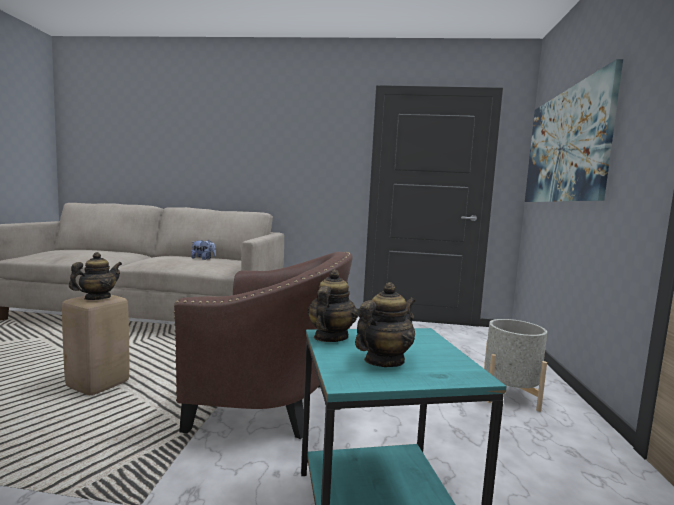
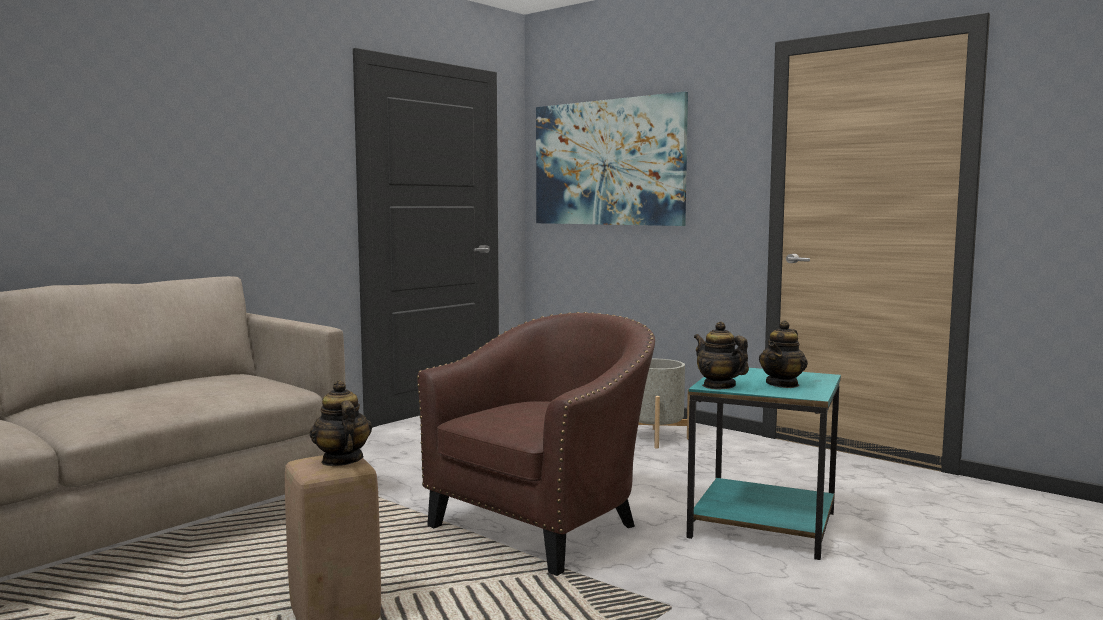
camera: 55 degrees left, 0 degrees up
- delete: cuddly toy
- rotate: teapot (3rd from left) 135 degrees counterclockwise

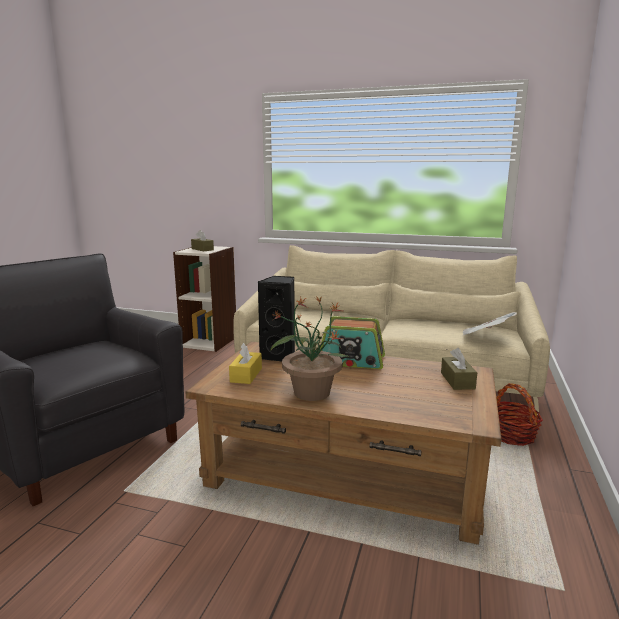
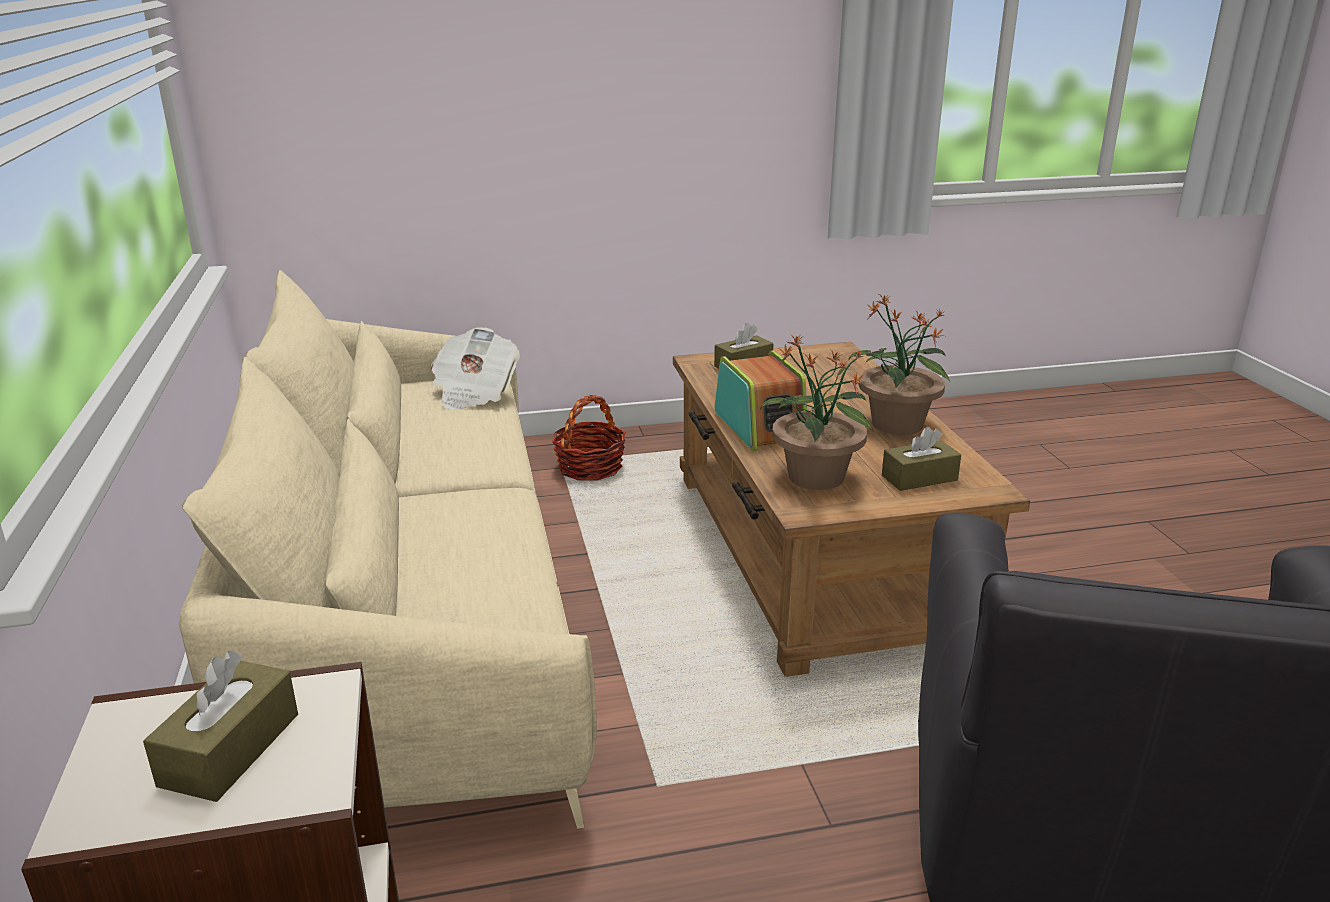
camera: 120 degrees left, 10 degrees up
- recolor: yellow tissue box to brown-coloured tissue box (3rd from left)
- replace: black audio speaker to plant in a pot (1st from left)

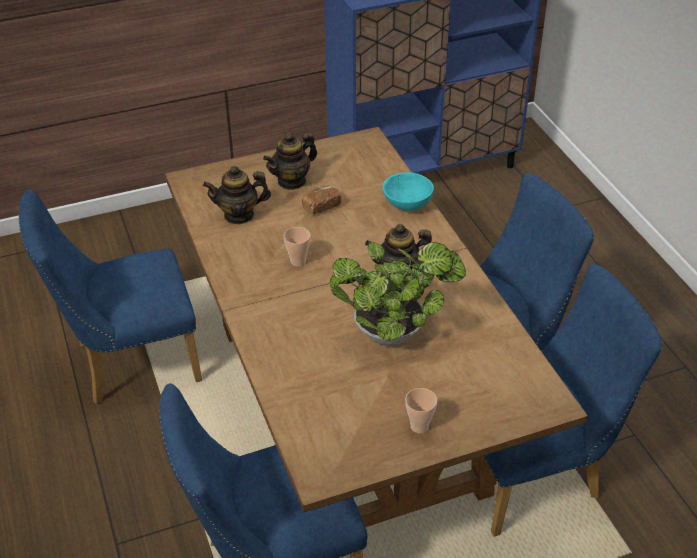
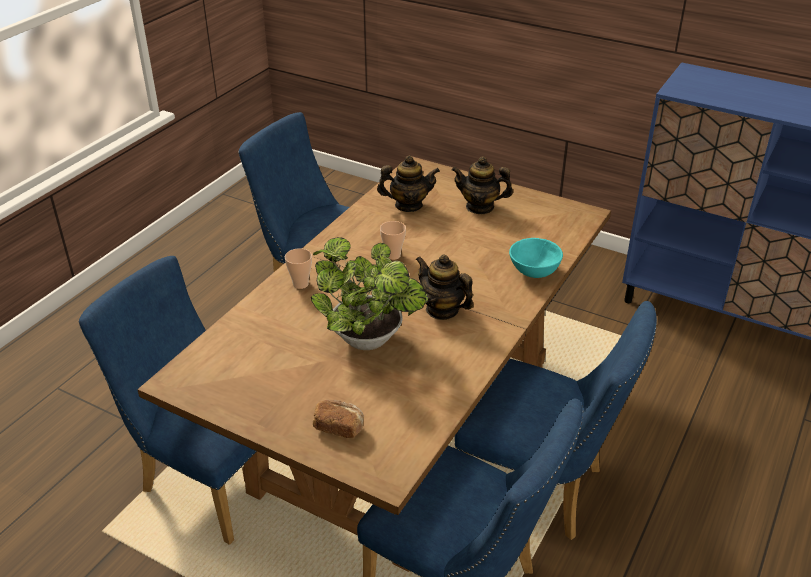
camera: 50 degrees right, 5 degrees down
- rotate: teapot (1st from left) 135 degrees clockwise
- move: bread
- move: drinking cup (2nd from left in the first image) to drinking cup (1st from left)

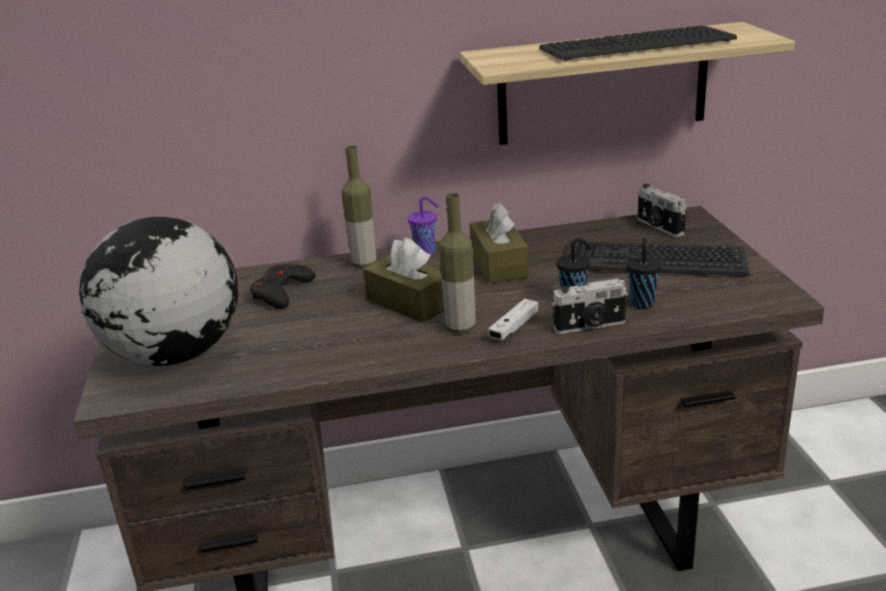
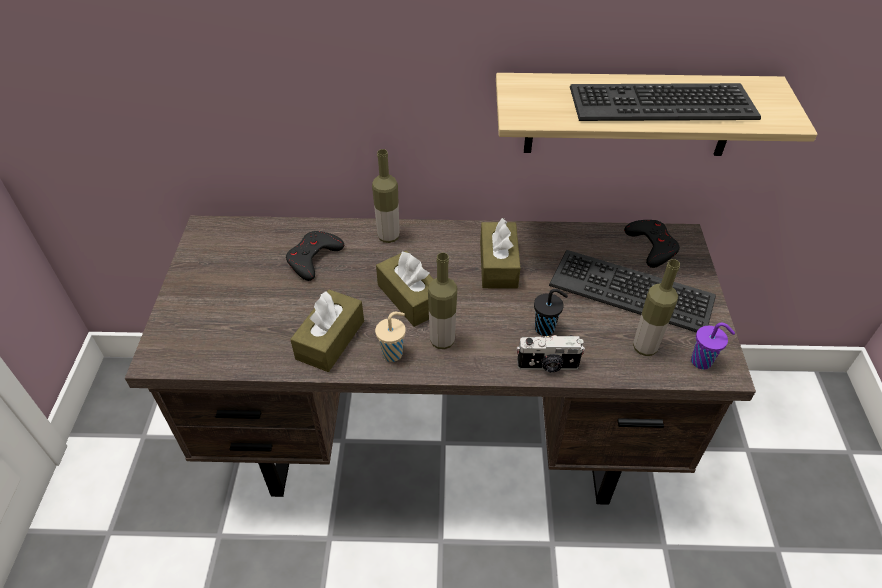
camera: 10 degrees right, 20 degrees up
- delete: desk globe
- move: purple-coloured drinking cup
- delete: white game controller
- delete: black drinking cup (2nd from left)
- replace: photo camera (2nd from left) to black game controller (2nd from left)
- insert: brown-coloured tissue box (1st from left)
- insert: sand-coloured drinking cup
- insert: drink bottle (3rd from left)

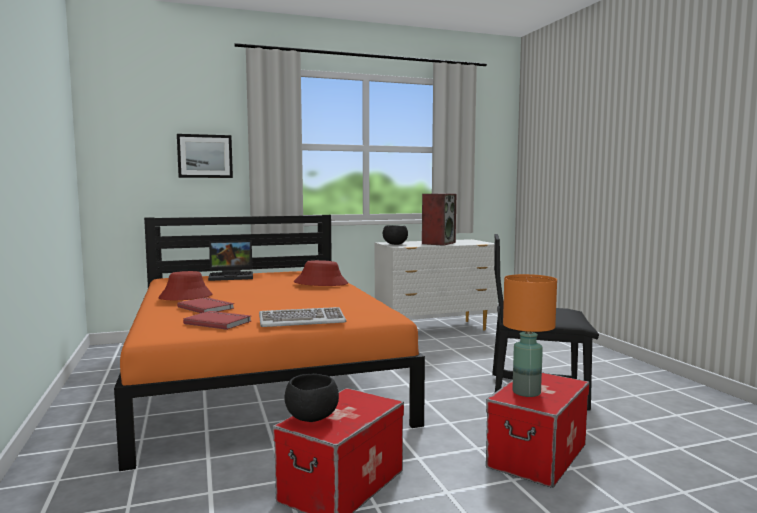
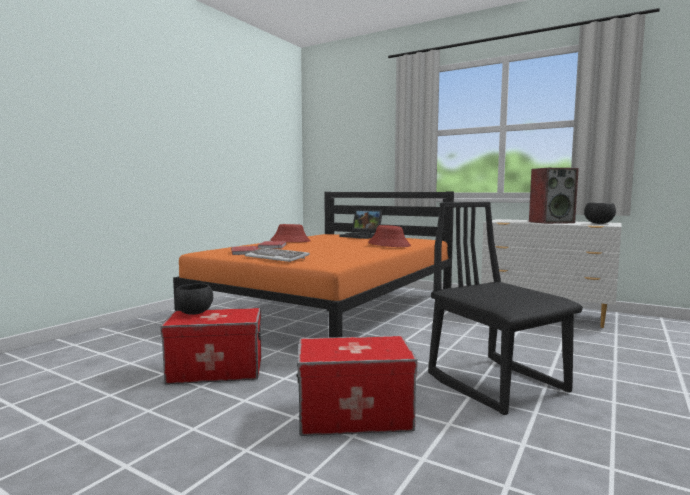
camera: 50 degrees right, 0 degrees up
- delete: wall art
- move: black serving bowl (2nd from left)
- delete: orange tabletop lamp

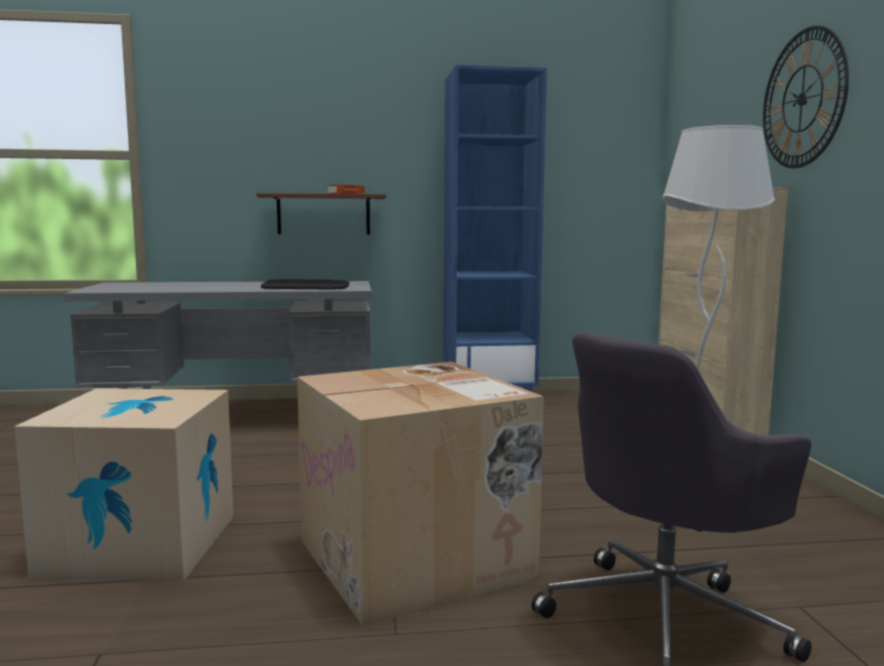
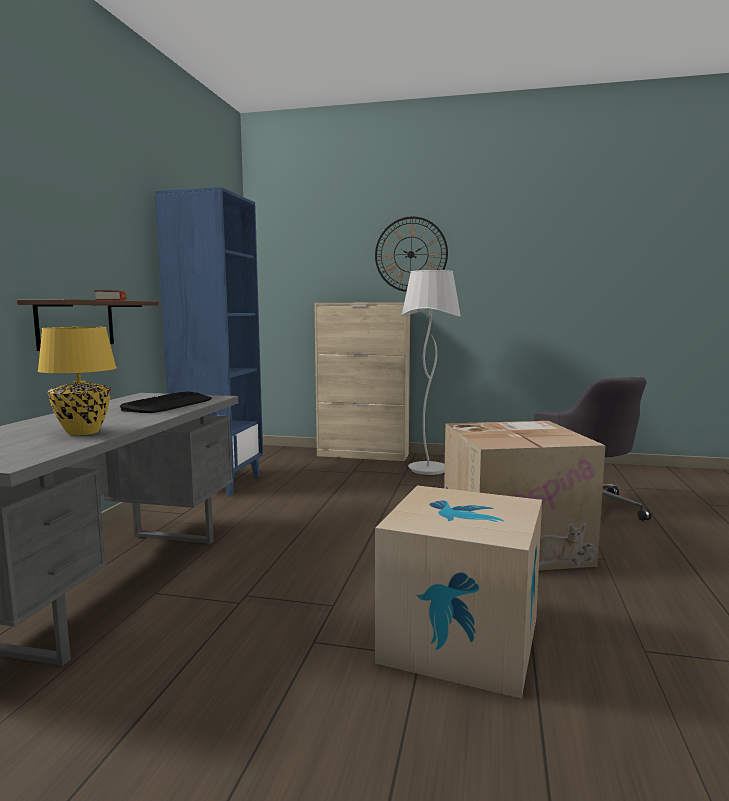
camera: 70 degrees left, 0 degrees up
- insert: yellow tabletop lamp

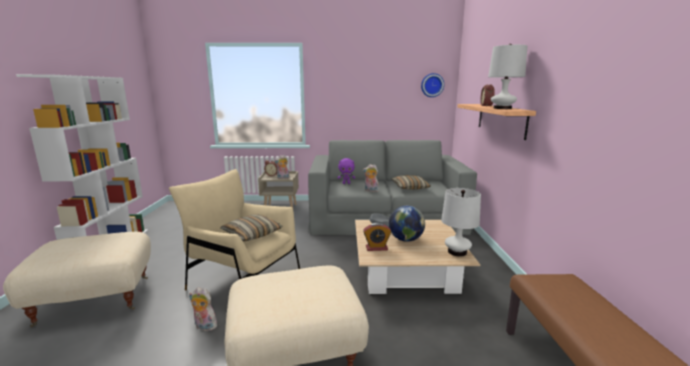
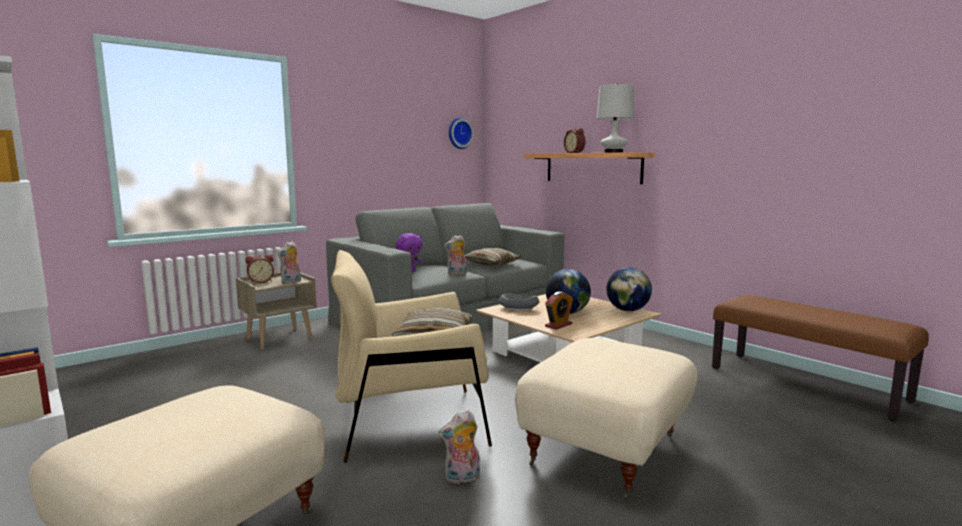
camera: 40 degrees left, 5 degrees down
- replace: white tabletop lamp (1st from left) to desk globe (2nd from left)

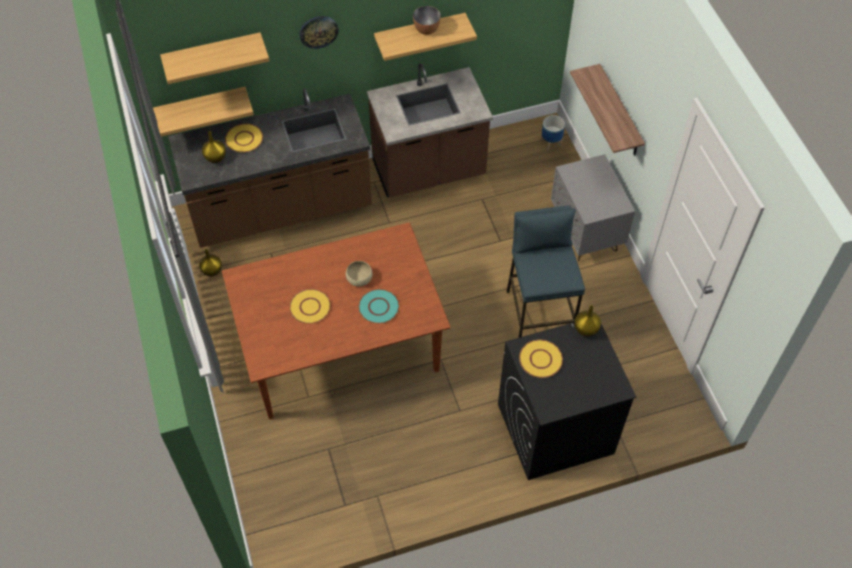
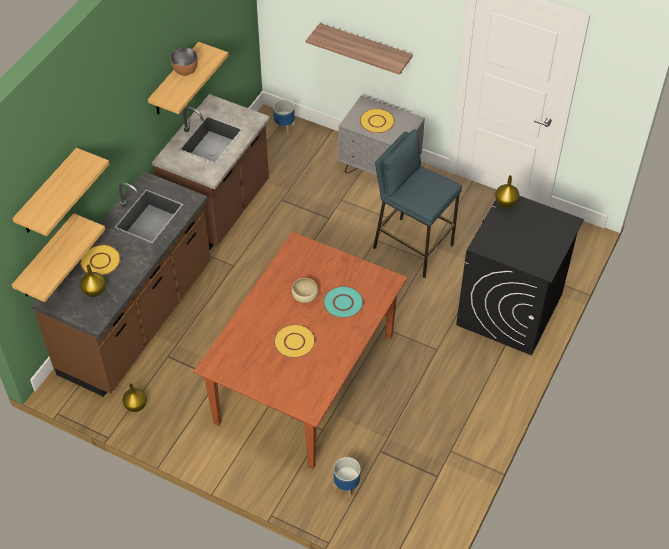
camera: 45 degrees left, 5 degrees down
- delete: wall clock
- move: yellow plate (3rd from left)
- insert: flower pot (2nd from left)

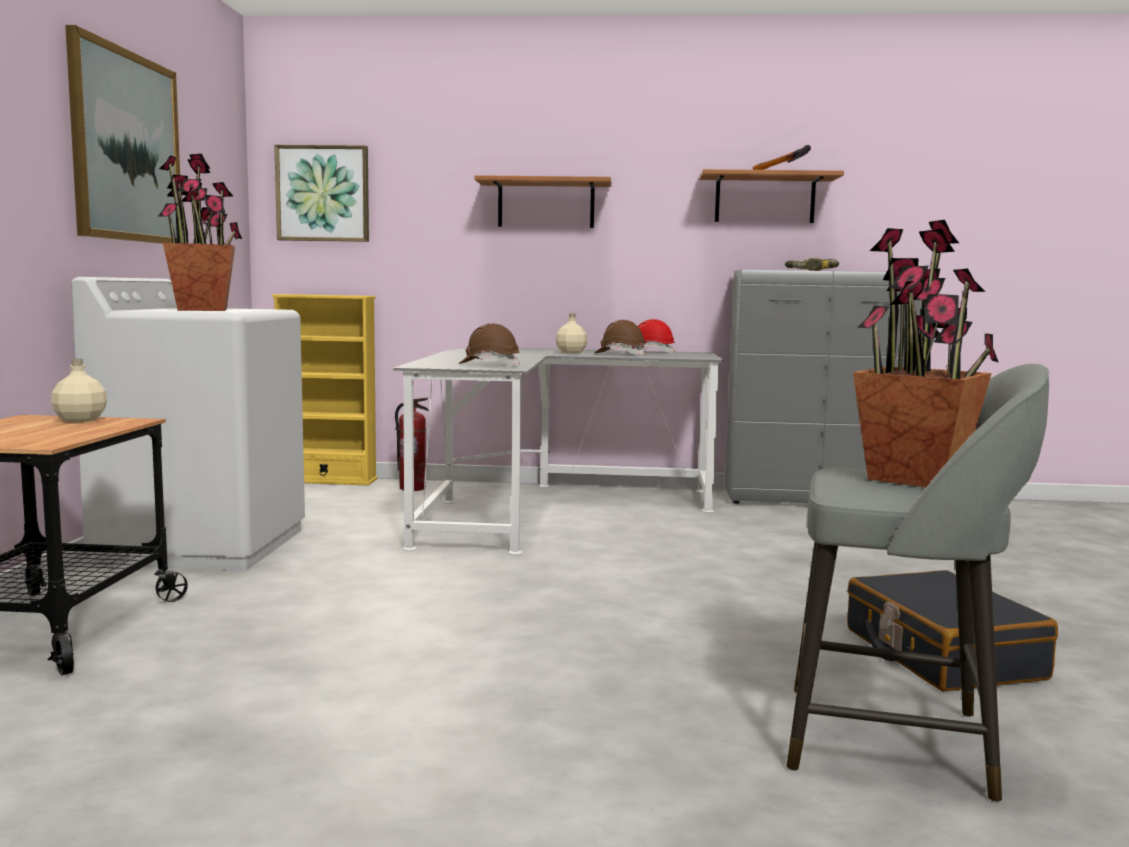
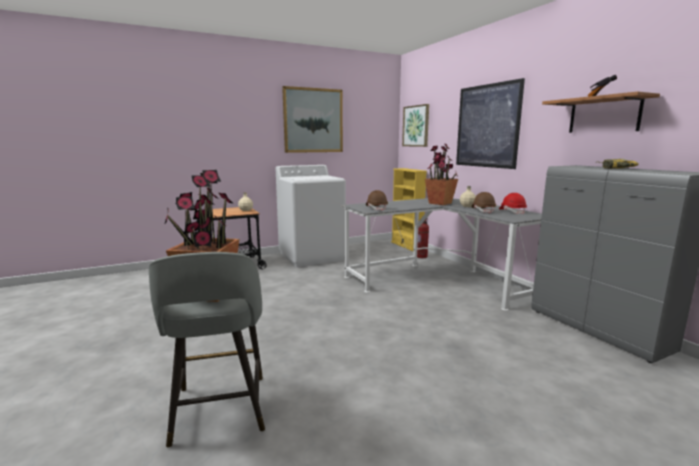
camera: 60 degrees right, 5 degrees up
- move: plant in a pot (1st from left in the first image) to plant in a pot (2nd from left)
- replace: shelf (1st from left) to wall art (3rd from left)
- delete: black suitcase

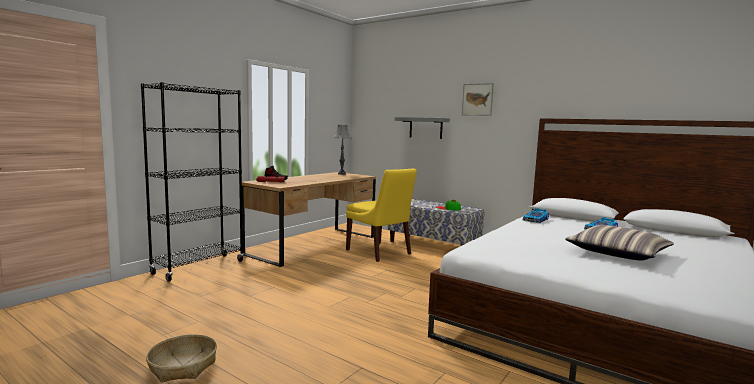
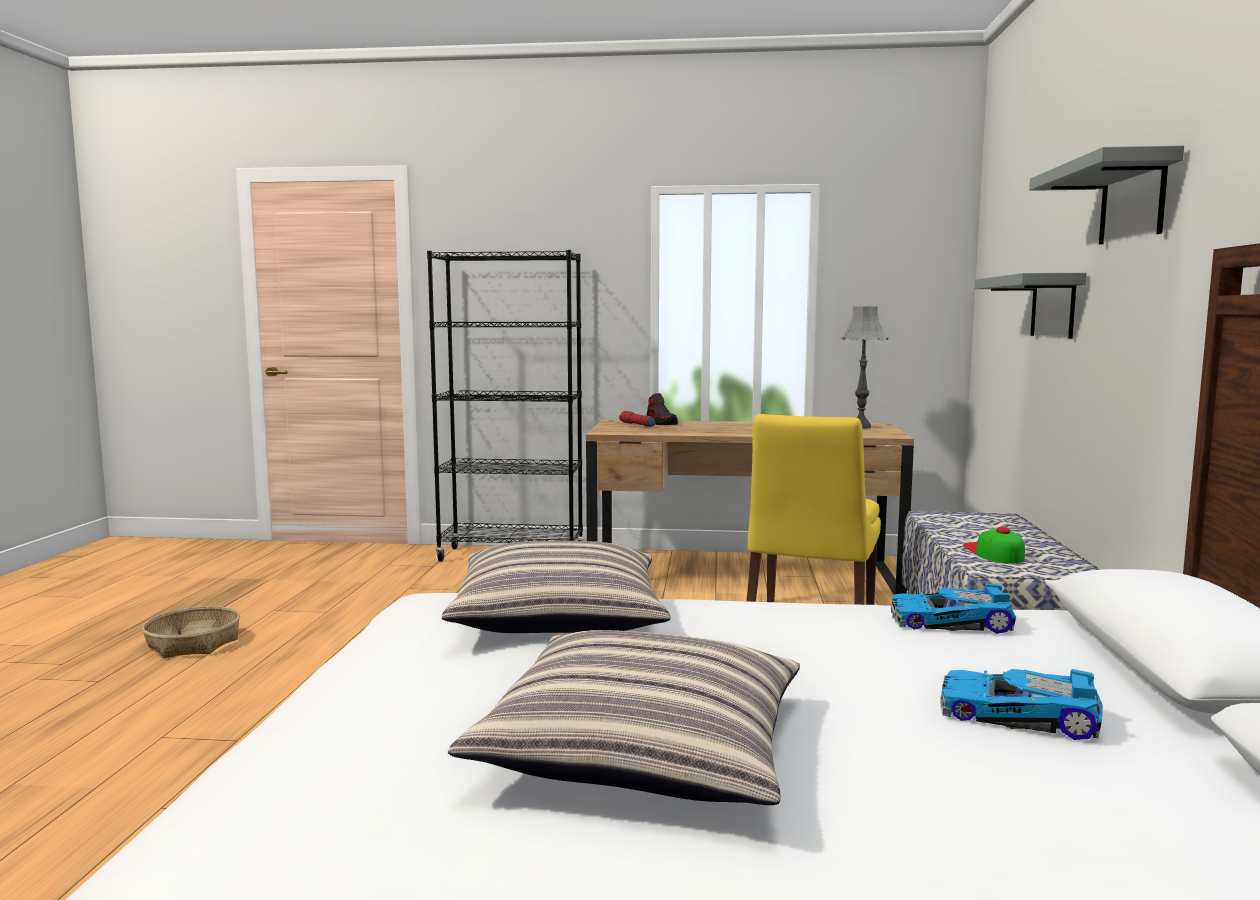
camera: 60 degrees right, 0 degrees up
- replace: wall art to gray shelf (2nd from left)
- insert: pillow (1st from left)

